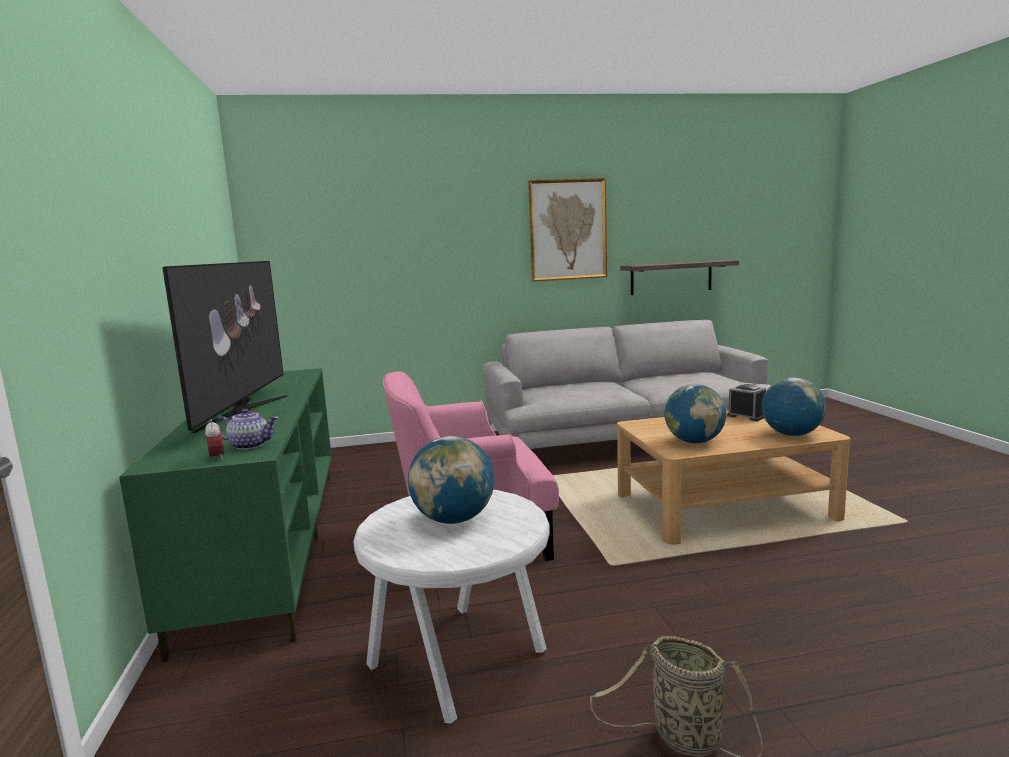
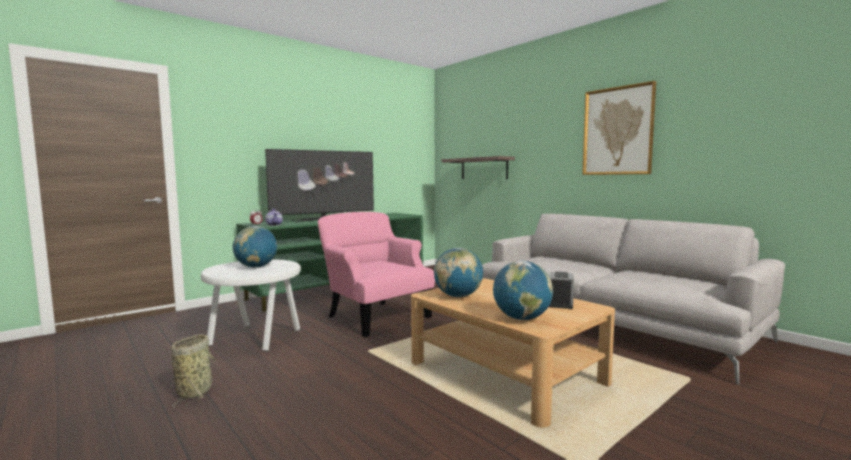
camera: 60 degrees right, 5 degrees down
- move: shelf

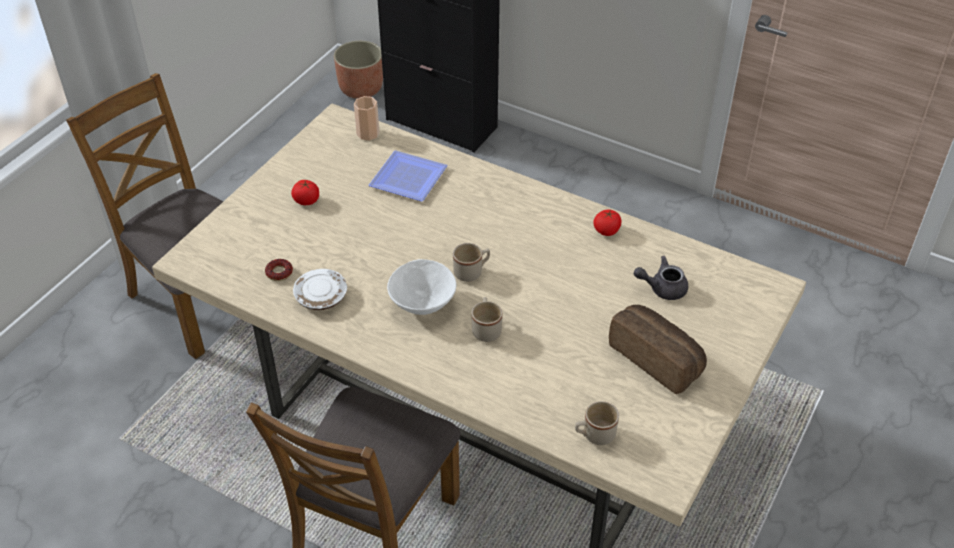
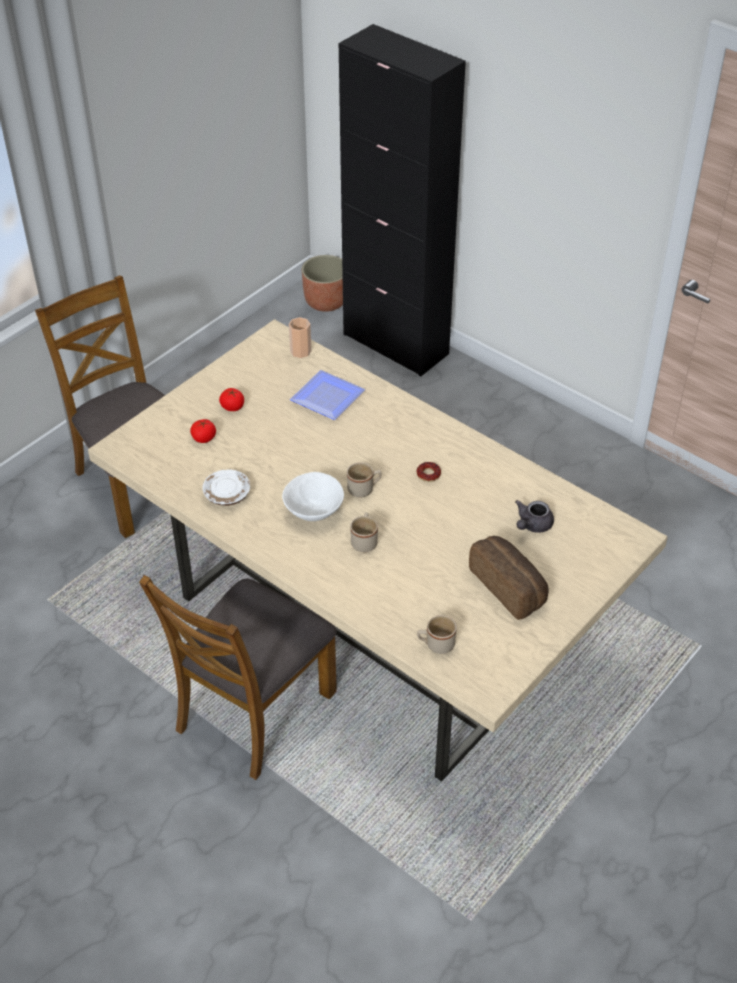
camera: 10 degrees right, 0 degrees up
- move: doughnut
- move: fresh tomato (2nd from left in the first image) to fresh tomato (1st from left)
- rotate: gray teapot 60 degrees counterclockwise

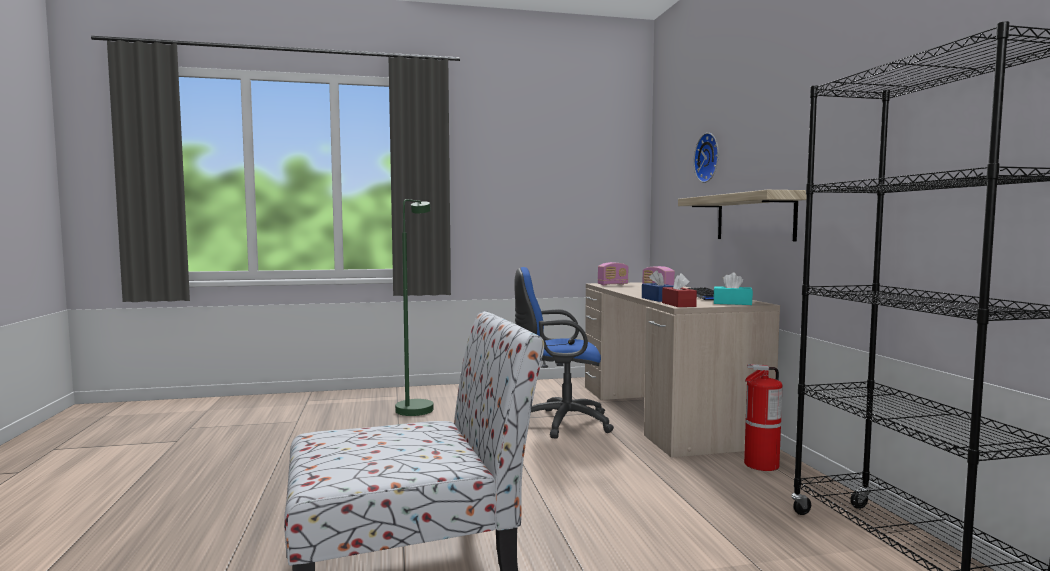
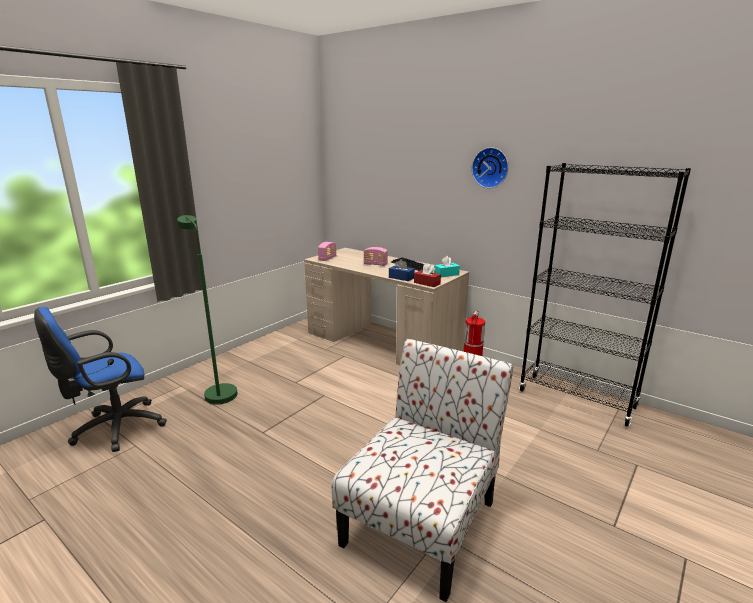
camera: 40 degrees left, 15 degrees up
- move: blue-coloured office chair
- delete: shelf
- move: wall clock

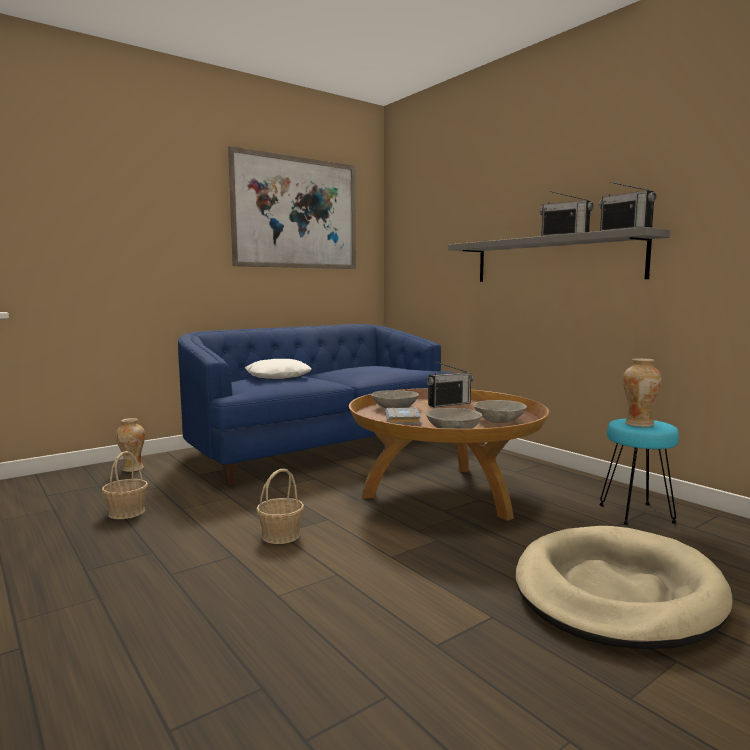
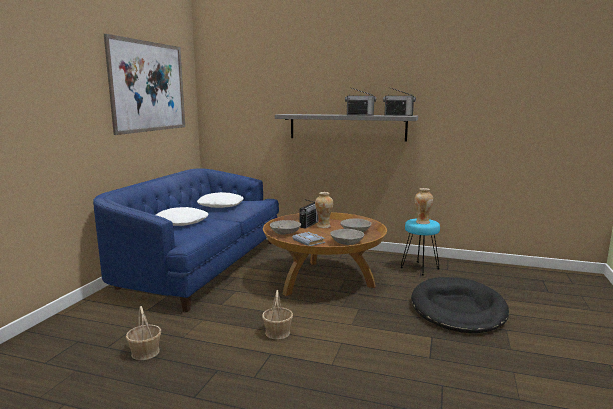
camera: 35 degrees left, 5 degrees up
- move: flower vase (1st from left)
- recolor: sand-coloured dog bed to black dog bed
- insert: white pillow (2nd from left)

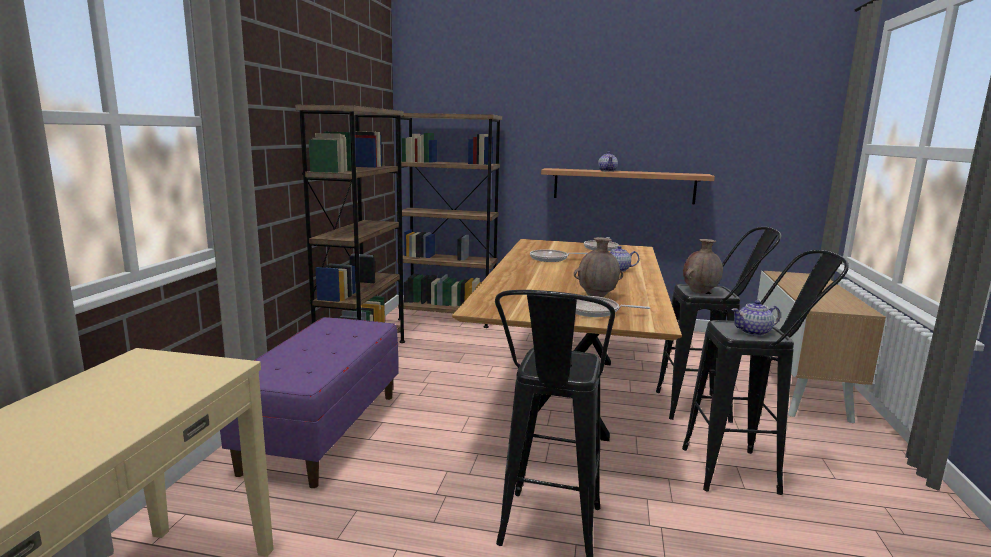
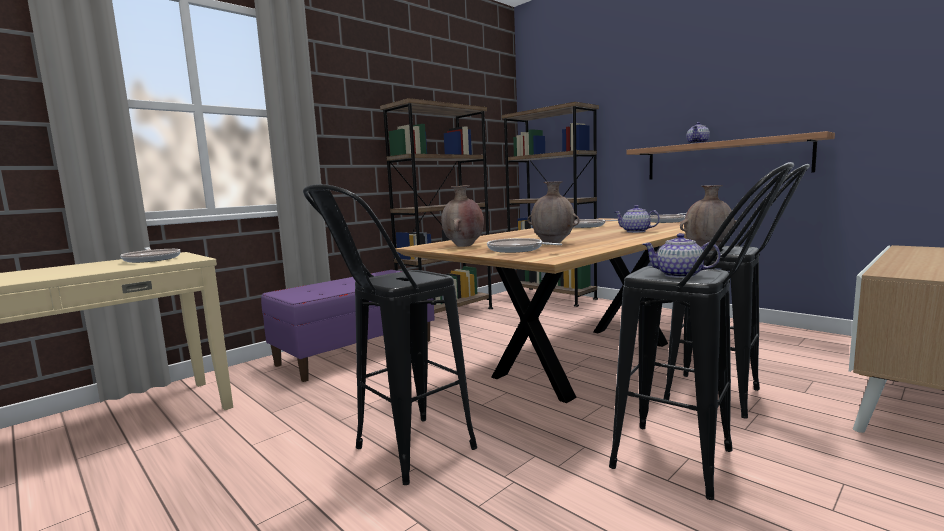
camera: 35 degrees right, 5 degrees down
- insert: pan (1st from left)
- insert: brown-coloured flower vase (1st from left)

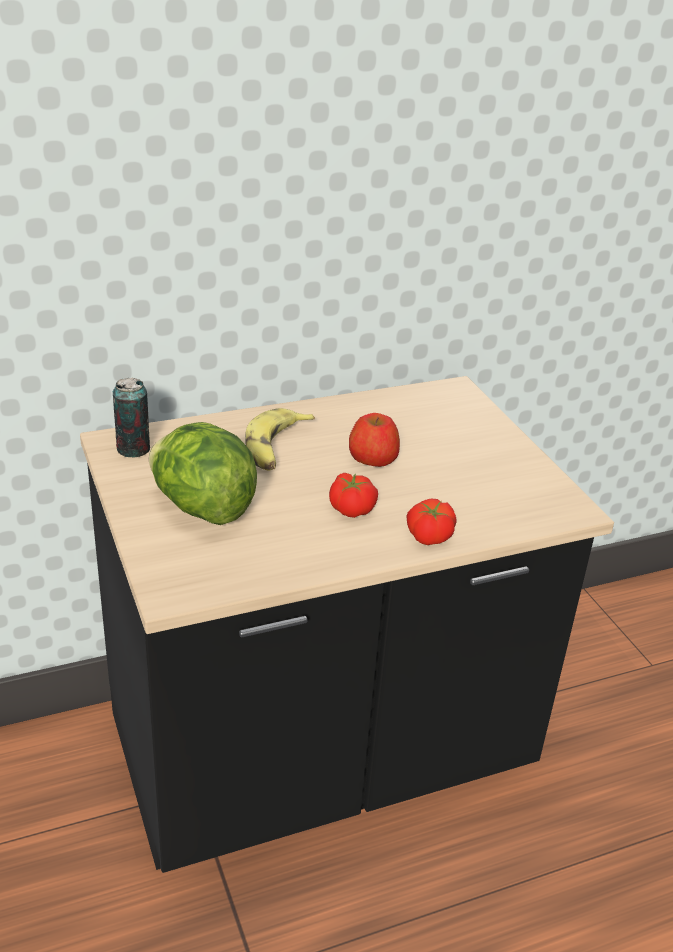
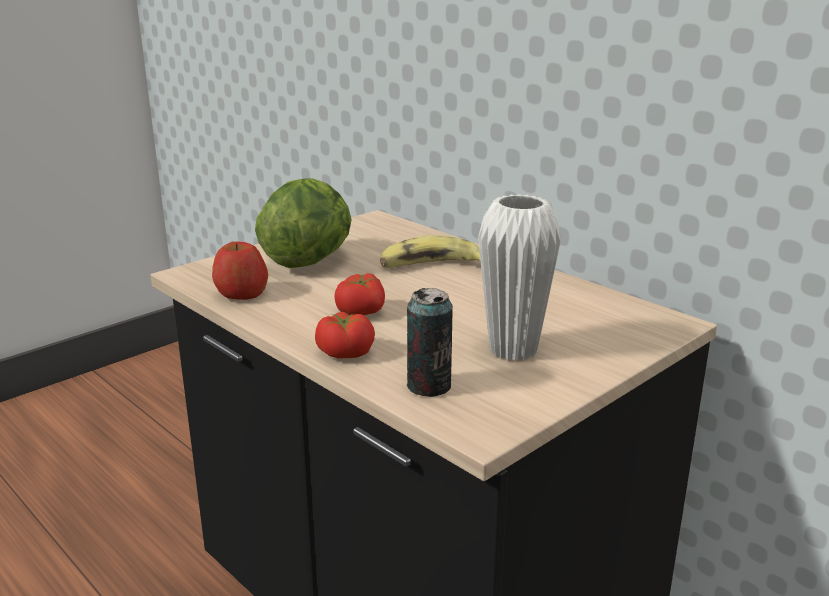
camera: 70 degrees right, 10 degrees down
- move: can
- move: apple
- insert: white flower vase

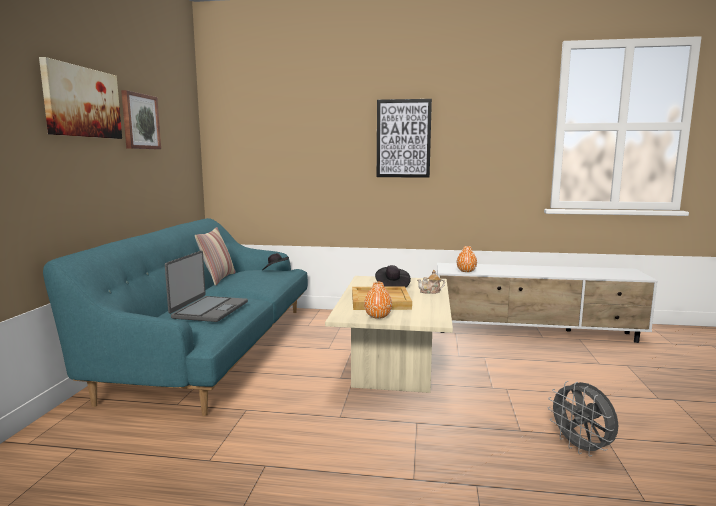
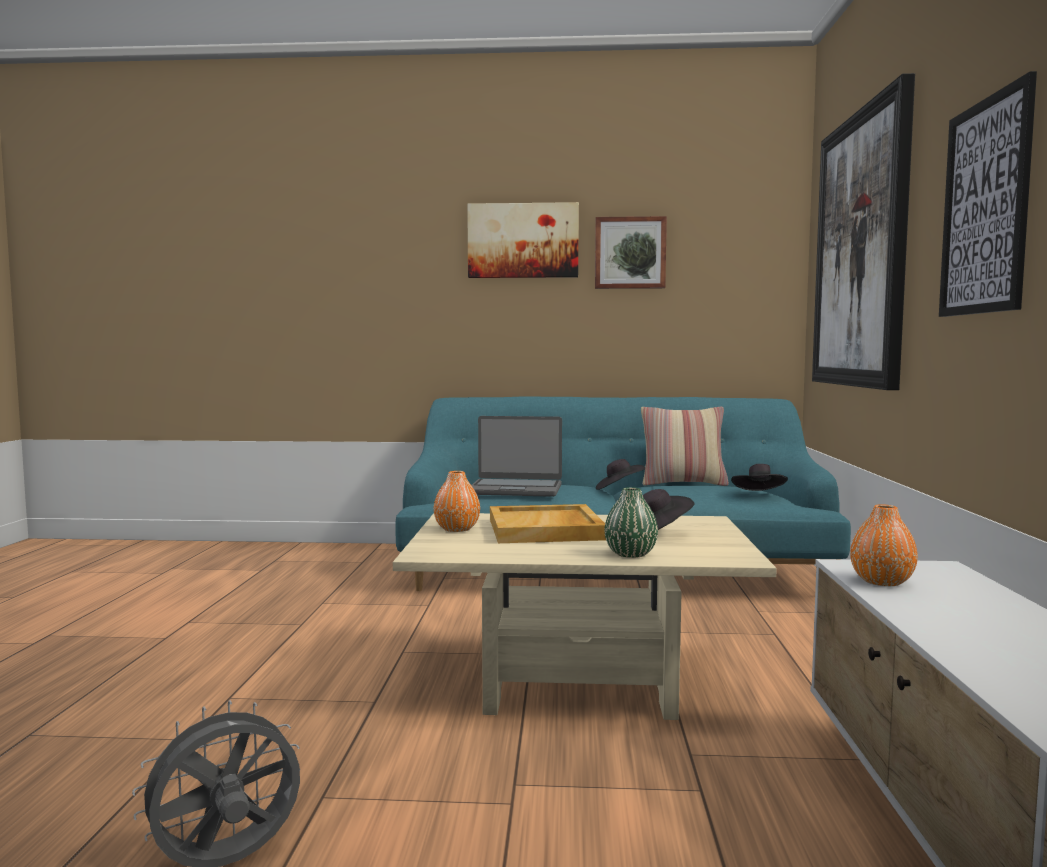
camera: 85 degrees right, 5 degrees down
- replace: teapot to green-coloured flower vase
- insert: black wearable hat (1st from left)
- insert: wall art (3rd from left)

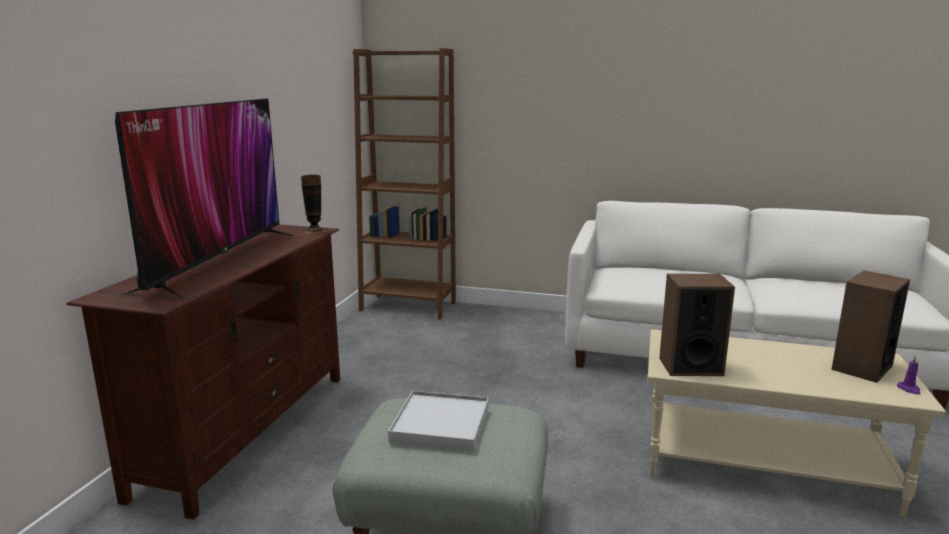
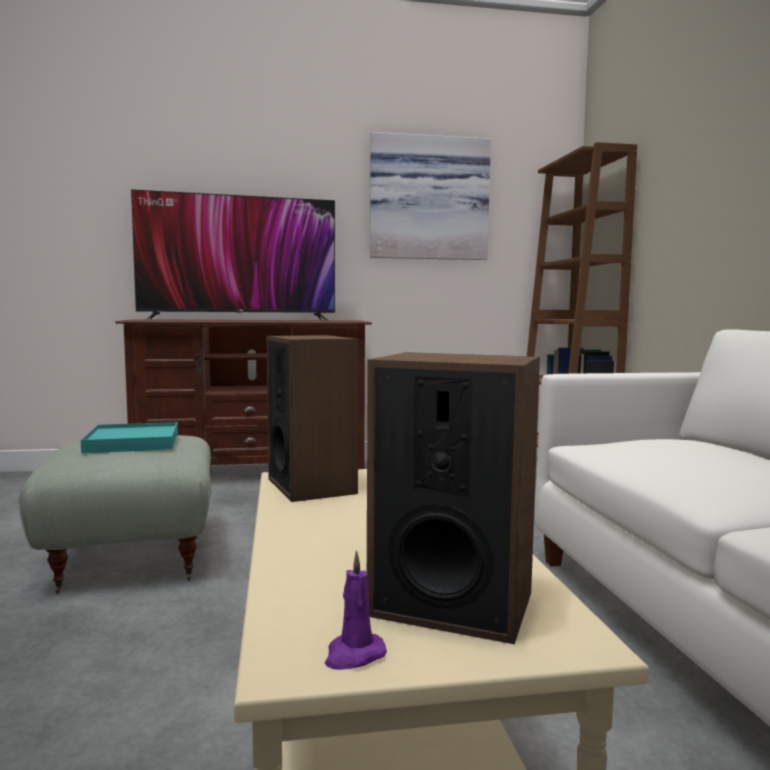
camera: 65 degrees right, 10 degrees down
- delete: flower vase
- recolor: white serving tray to blue-green serving tray
- insert: wall art

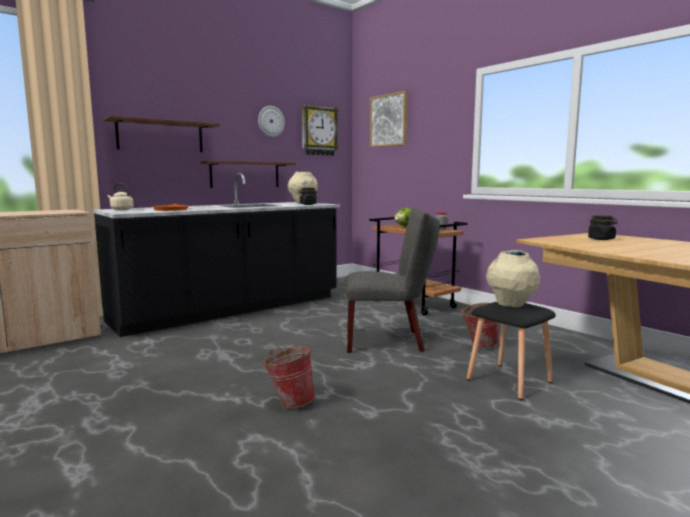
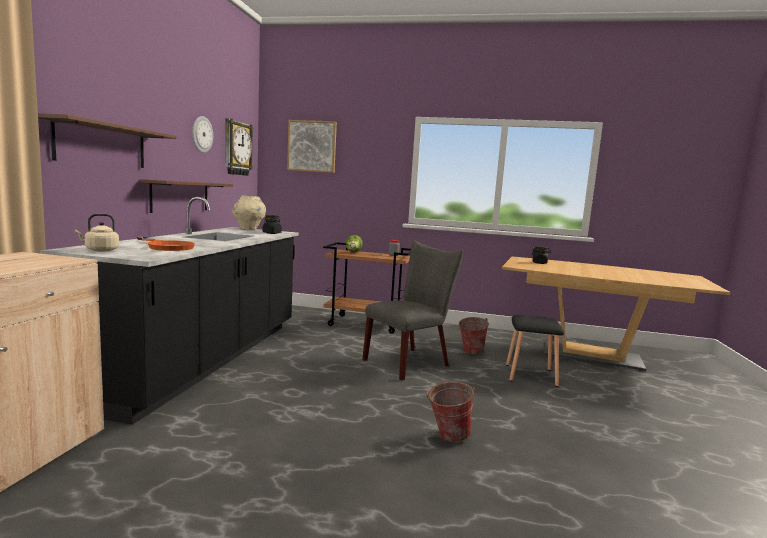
camera: 40 degrees left, 0 degrees up
- delete: sand-coloured flower vase (2nd from left)

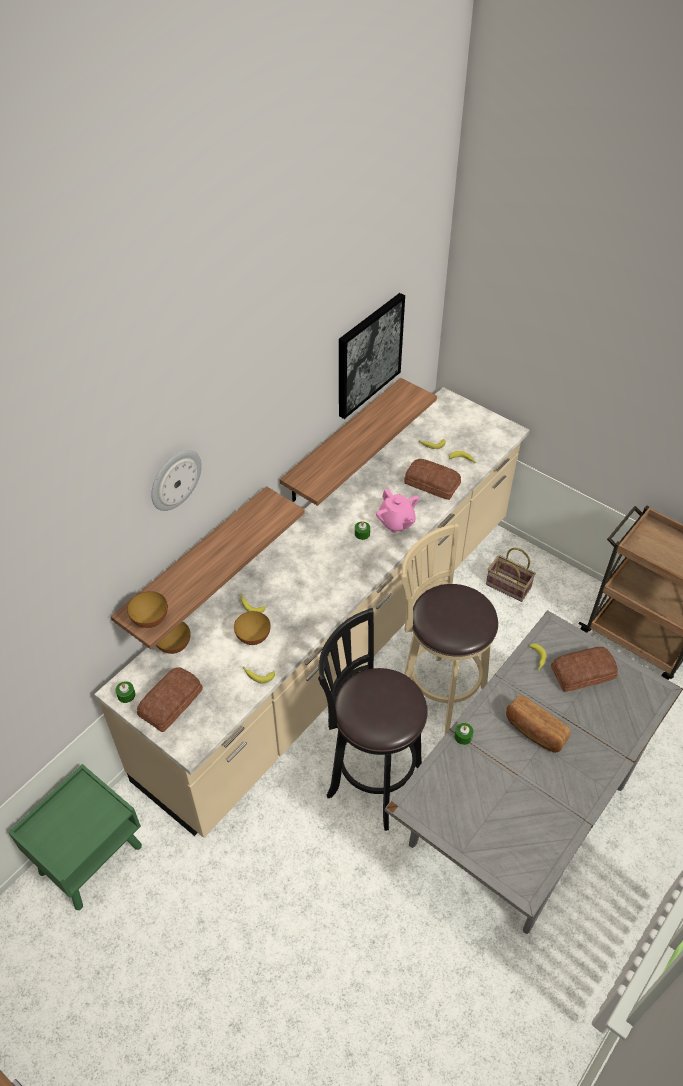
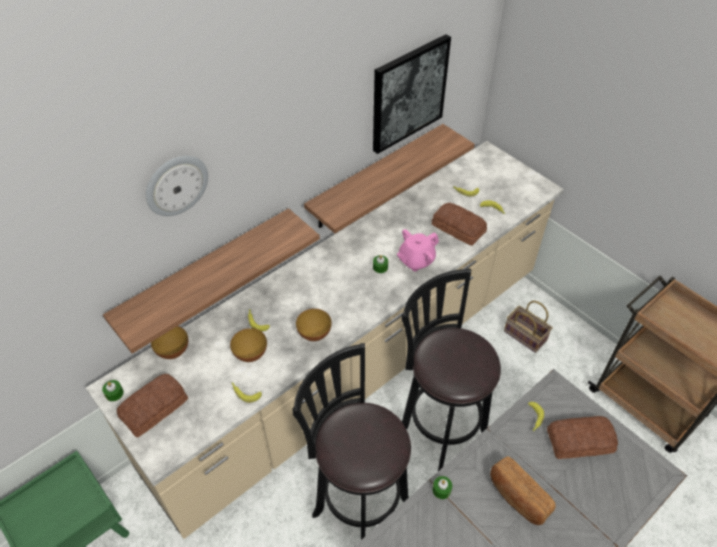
camera: 10 degrees right, 0 degrees up
- move: serving bowl (1st from left in the first image) to serving bowl (3rd from left)
- rotate: pink-coloured teapot 75 degrees clockwise
- recolor: sand-coloured stool seat to black stool seat (2nd from left)

